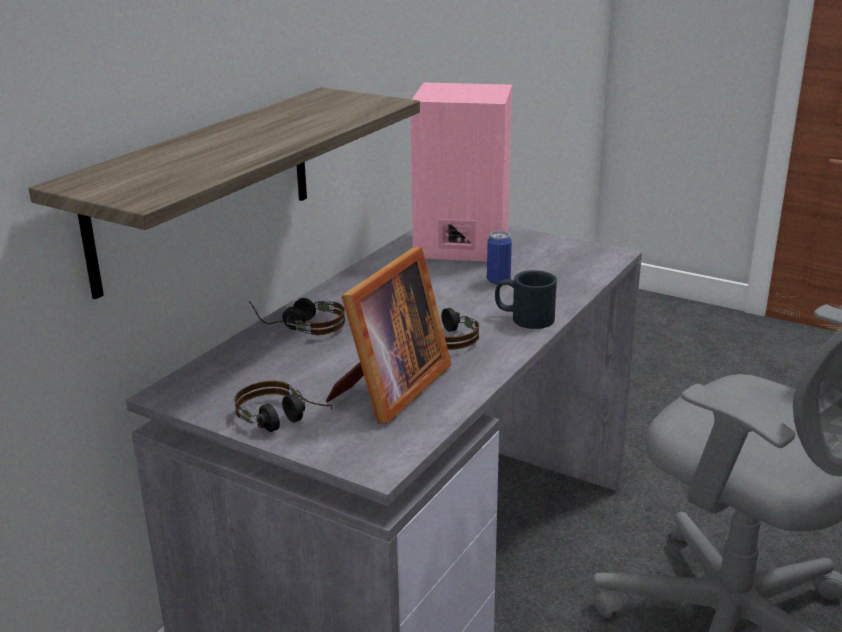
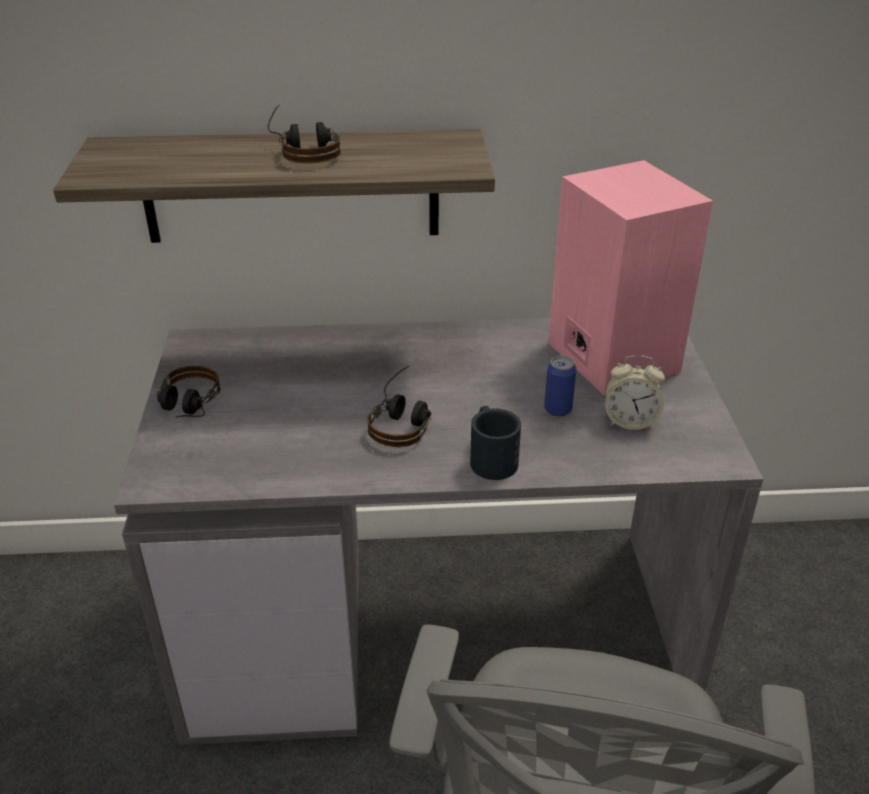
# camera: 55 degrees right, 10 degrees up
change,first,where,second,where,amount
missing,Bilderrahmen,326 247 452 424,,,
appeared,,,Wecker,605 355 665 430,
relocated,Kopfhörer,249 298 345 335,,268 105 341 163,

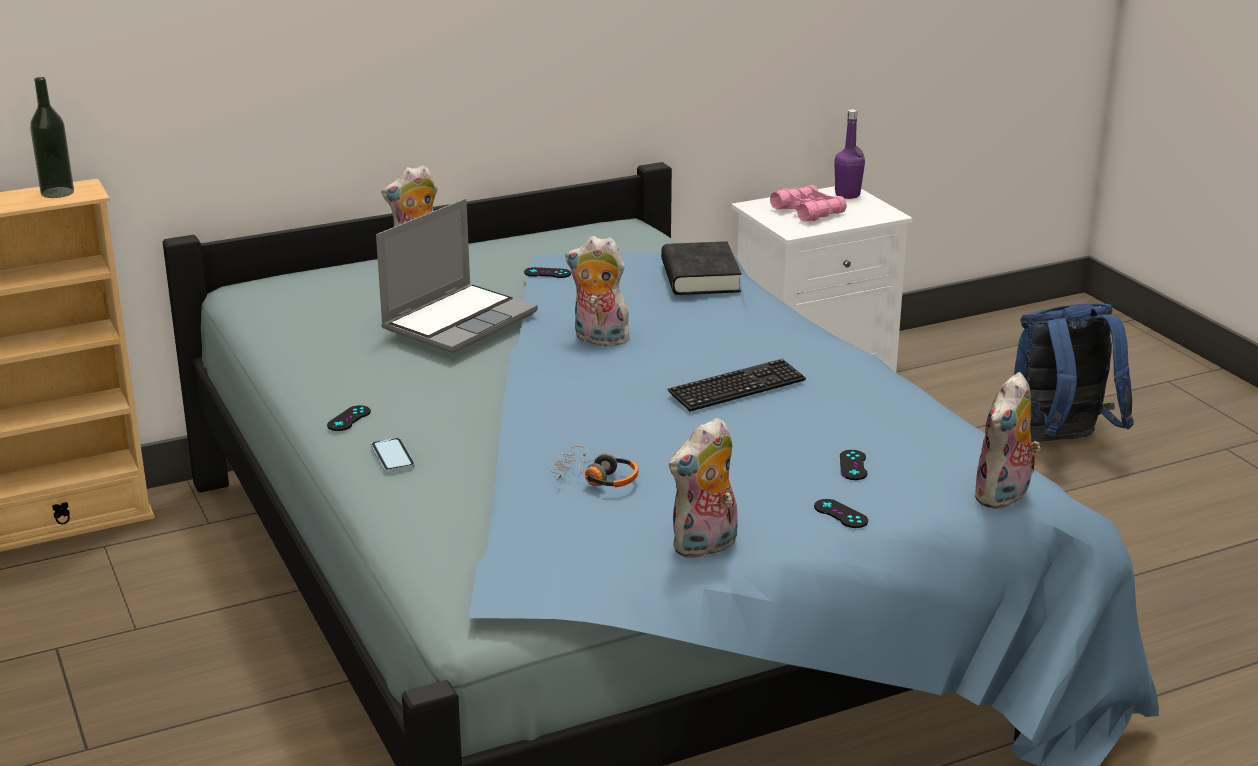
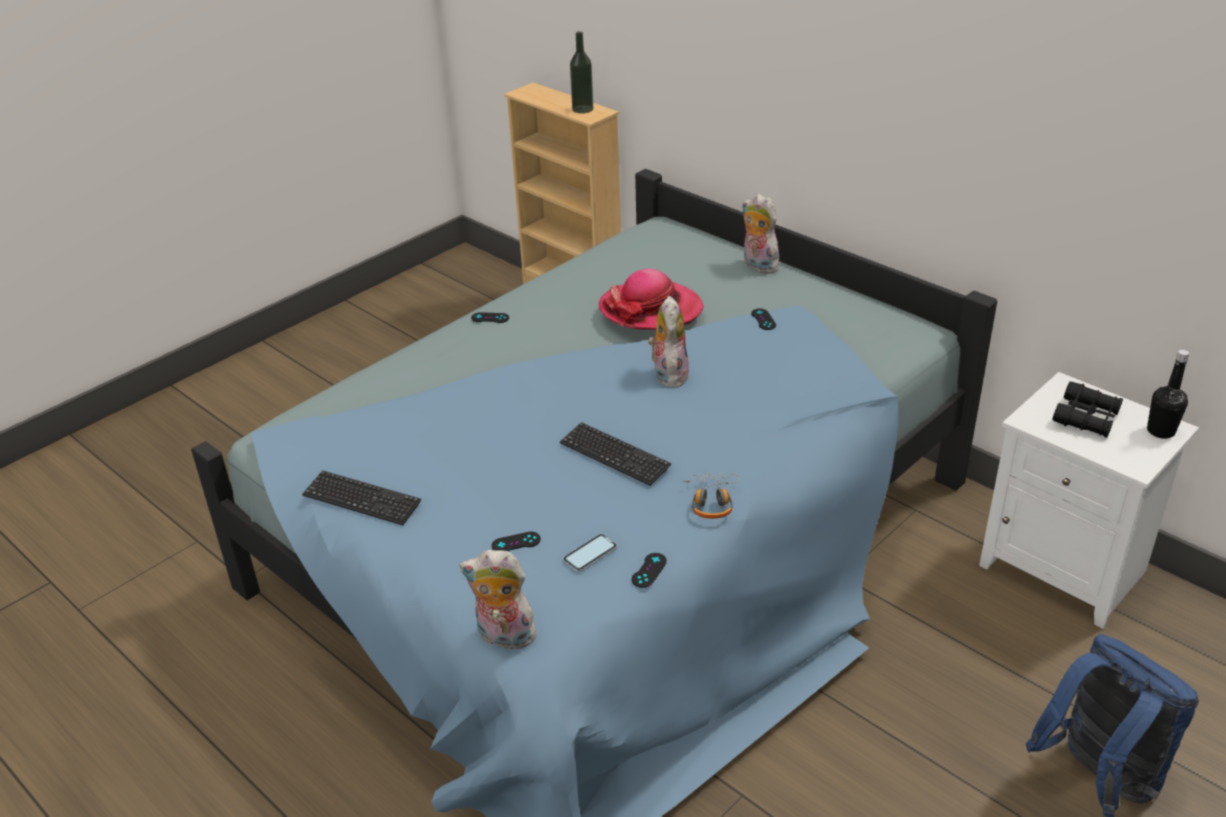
# camera: 70 degrees right, 10 degrees up
change,first,where,second,where,amount
missing,Buch (schwarz),661 241 741 295,,,
relocated,Handy,371 438 415 472,,563 534 617 572,
relocated,Kopfhörer,551 446 639 487,,683 472 740 519,
relocated,Gamepad (schwarz),814 499 868 528,,632 553 667 588,
exchanged,Laptop,376 198 538 353,Hut,599 269 704 330,
exchanged,Plüschtier,669 418 738 558,Tastatur,302 470 422 525,
colour,Fernglas (rosa),770 185 847 221,Fernglas (schwarz),1052 382 1123 438,
colour,Flasche (lila),834 109 865 199,Flasche (schwarz),1147 350 1189 439,

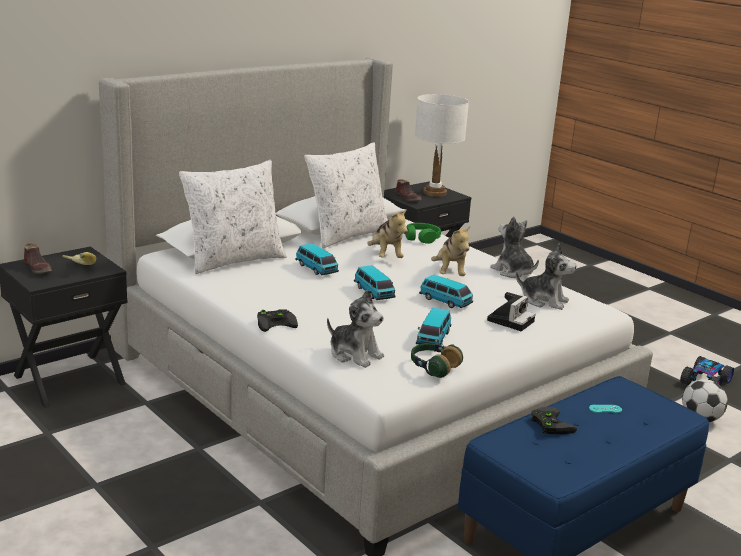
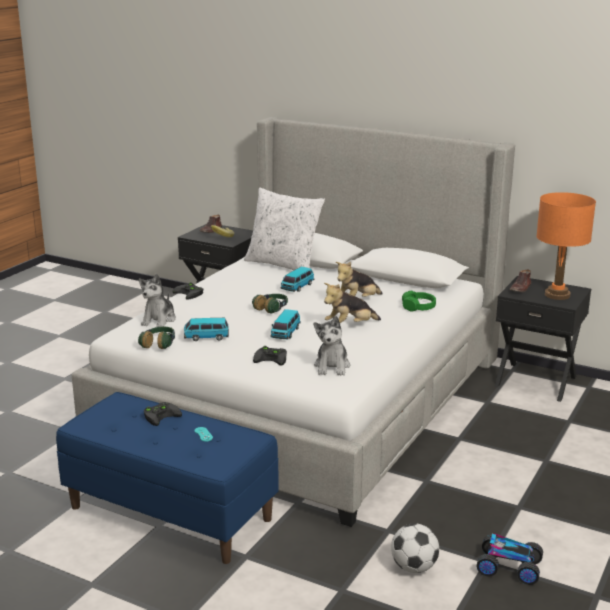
# camera: 70 degrees right, 0 degrees up
change,first,where,second,where,amount
missing,Kissen (weiß),304 142 388 248,,,
missing,Plüschtier,490 216 539 278,,,
exchanged,Spielzeugauto,354 265 396 300,Kopfhörer,252 294 288 313,
exchanged,Kamera,487 292 535 331,Gamepad (schwarz),253 346 287 366,
colour,Tischlampe (weiß),415 94 469 197,Tischlampe (orange),536 192 596 300,

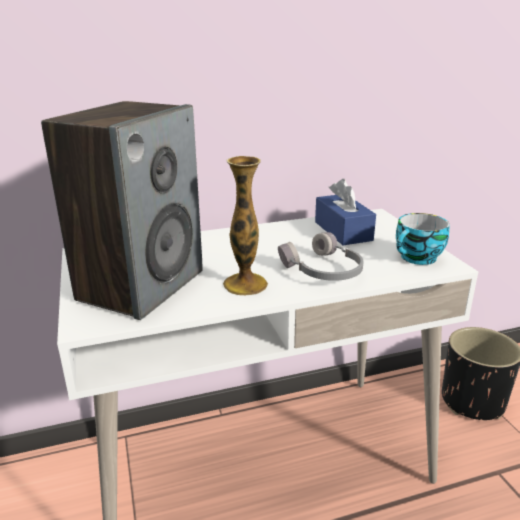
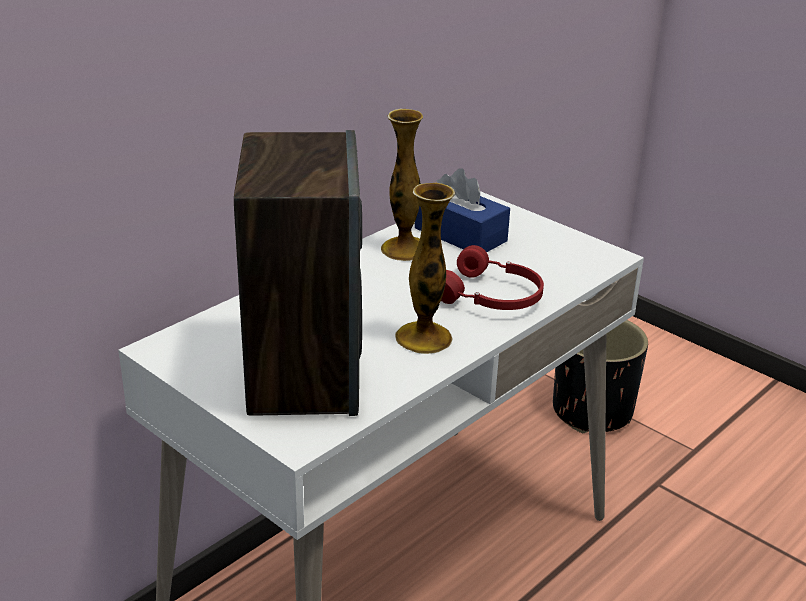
# camera: 30 degrees left, 5 degrees up
change,first,where,second,where,amount
missing,Tasse,396 213 450 265,,,
appeared,,,Vase,381 109 423 261,
colour,Kopfhörer (grau),278 232 364 281,Kopfhörer (rot),441 245 544 310,

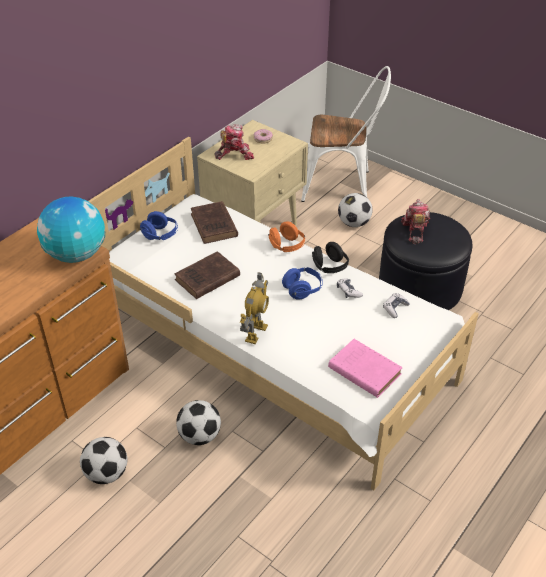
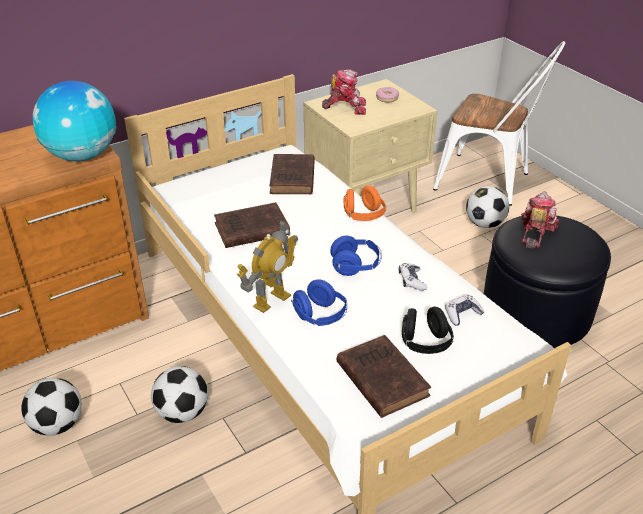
# camera: 20 degrees right, 5 degrees down
change,first,where,second,where,amount
relocated,Kopfhörer (blau),140 211 178 240,,291 279 347 326,
relocated,Kopfhörer (schwarz),312 242 349 273,,402 307 454 354,
colour,Buch (rosa),328 339 403 398,Buch (braun),337 335 431 418,

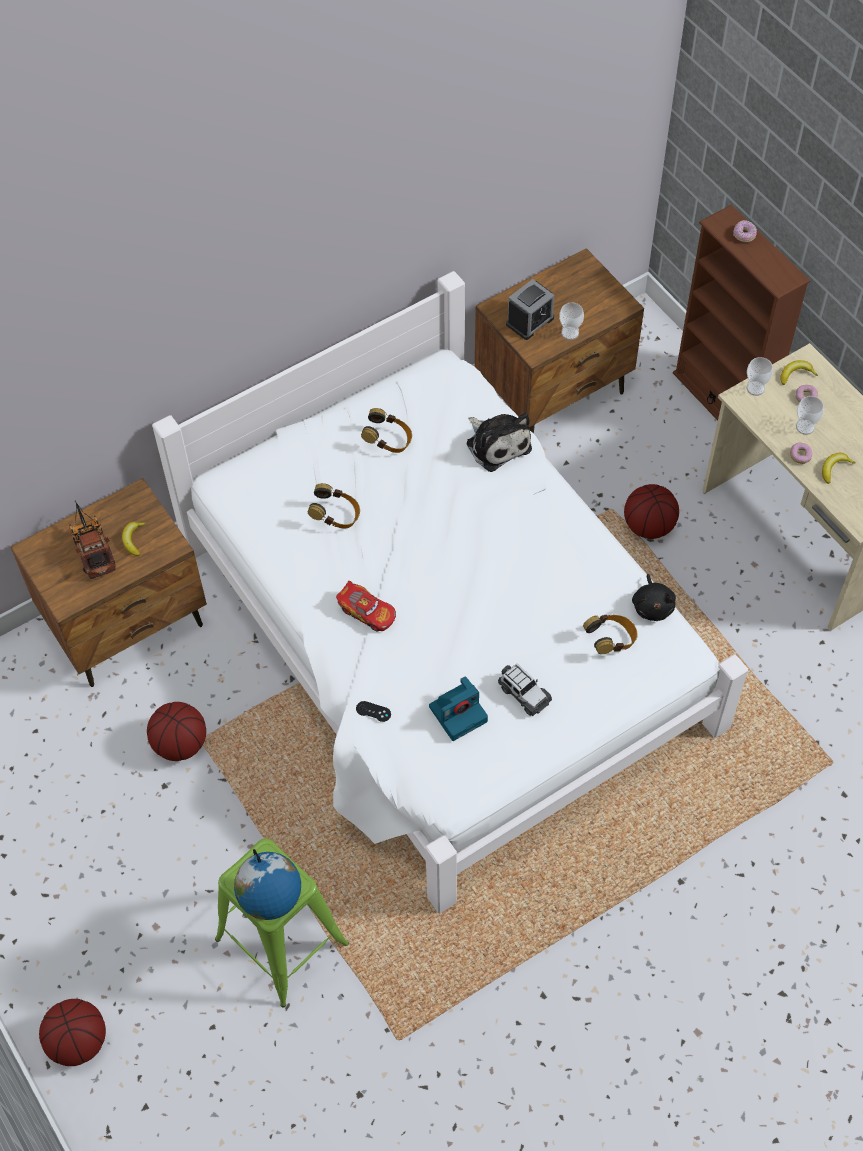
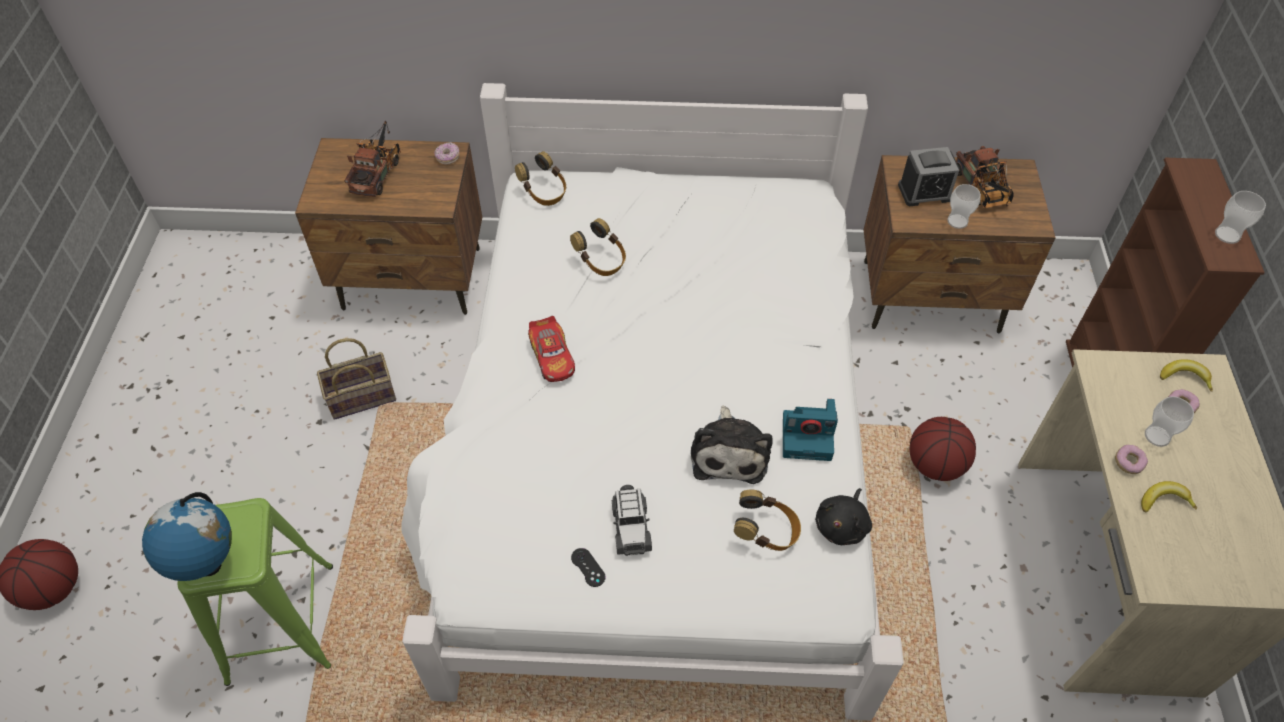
# camera: 35 degrees right, 5 degrees down
change,first,where,second,where,amount
missing,Banane,122 522 146 556,,,
appeared,,,Spielzeuglaster,956 146 1013 208,
relocated,Gamepad (schwarz),356 701 391 722,,571 548 605 587,
relocated,Kopfhörer,361 408 412 453,,515 151 566 206,
relocated,Kamera,429 676 488 741,,783 399 838 461,
relocated,Plüschtier,467 413 532 472,,691 405 772 484,
relocated,Donut,733 220 757 242,,434 142 459 165,
relocated,Tasse,746 357 773 396,,1215 191 1266 244,
exchanged,Basketball,147 702 206 761,Korb,317 338 396 420,

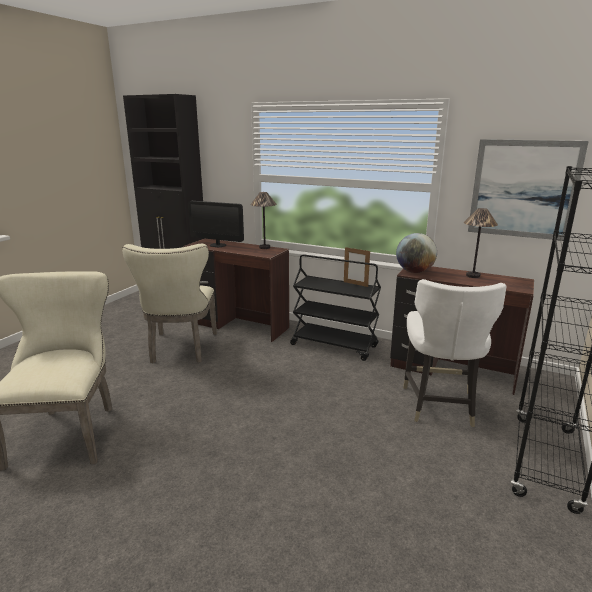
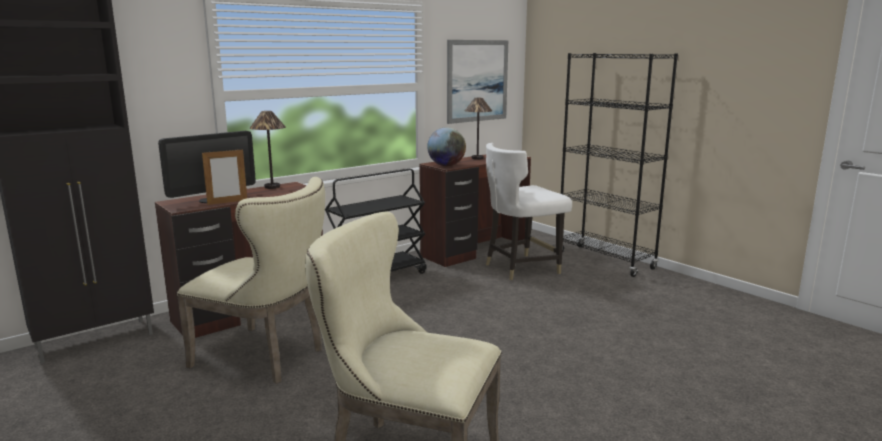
# camera: 65 degrees left, 5 degrees down
change,first,where,second,where,amount
relocated,Bilderrahmen,344 247 370 287,,202 148 247 205,
spun,Stuhl (weiß),403 279 507 427,,486 143 572 280,120 degrees clockwise

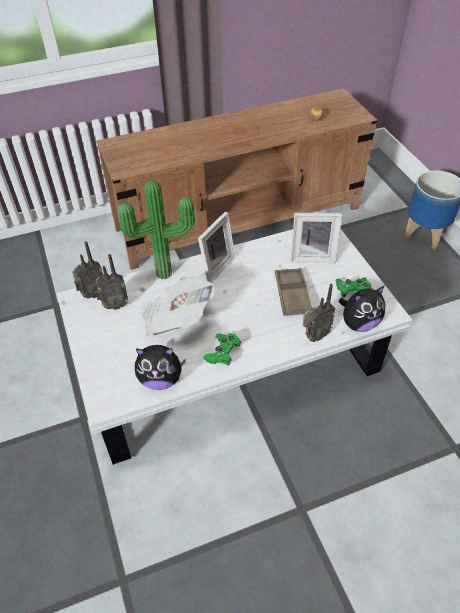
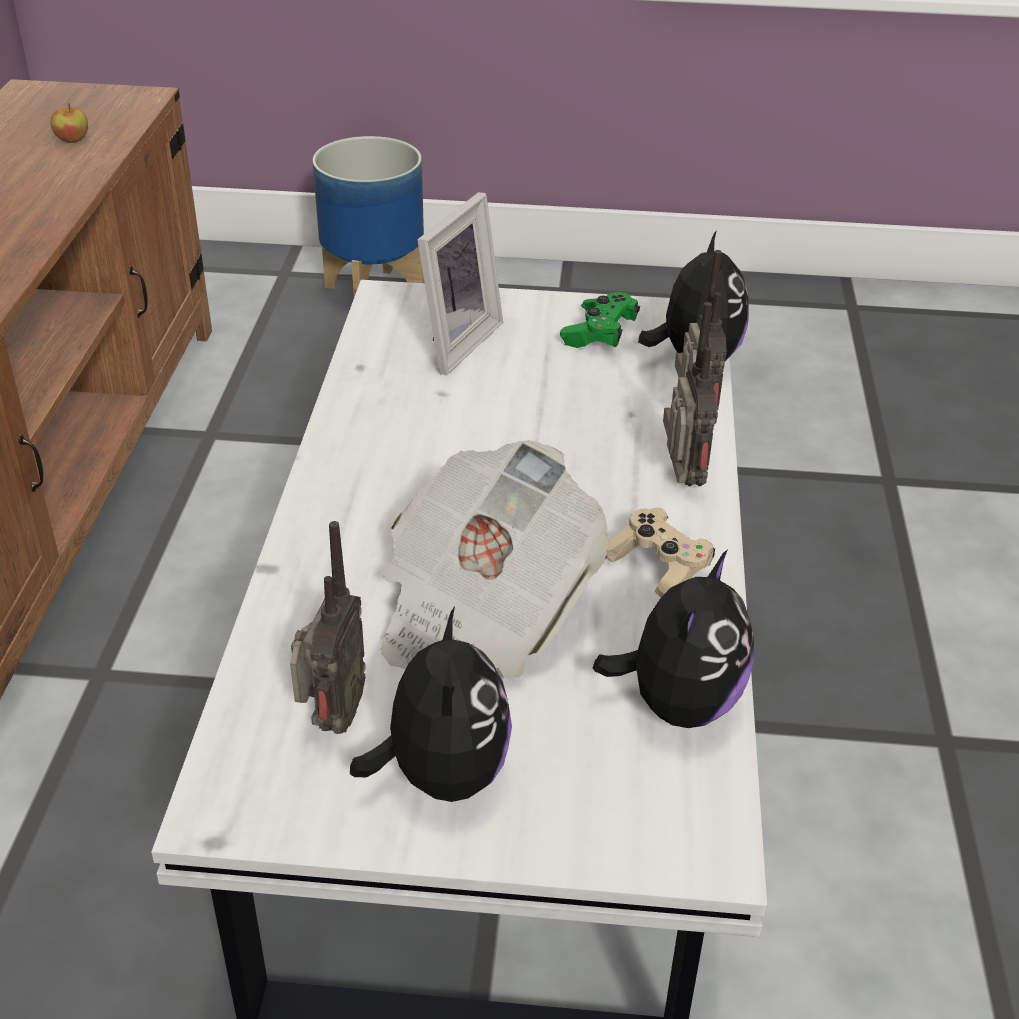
# camera: 65 degrees left, 10 degrees down
change,first,where,second,where,amount
missing,Topfpflanze,118 180 195 280,,,
missing,Bilderrahmen,198 212 236 283,,,
missing,Tablett (braun),275 268 312 316,,,
appeared,,,Plüschtier,350 606 512 802,
relocated,Radio,72 241 103 299,,663 302 717 486,
colour,Gamepad (grün),204 333 242 366,Gamepad (beige),606 507 715 598,

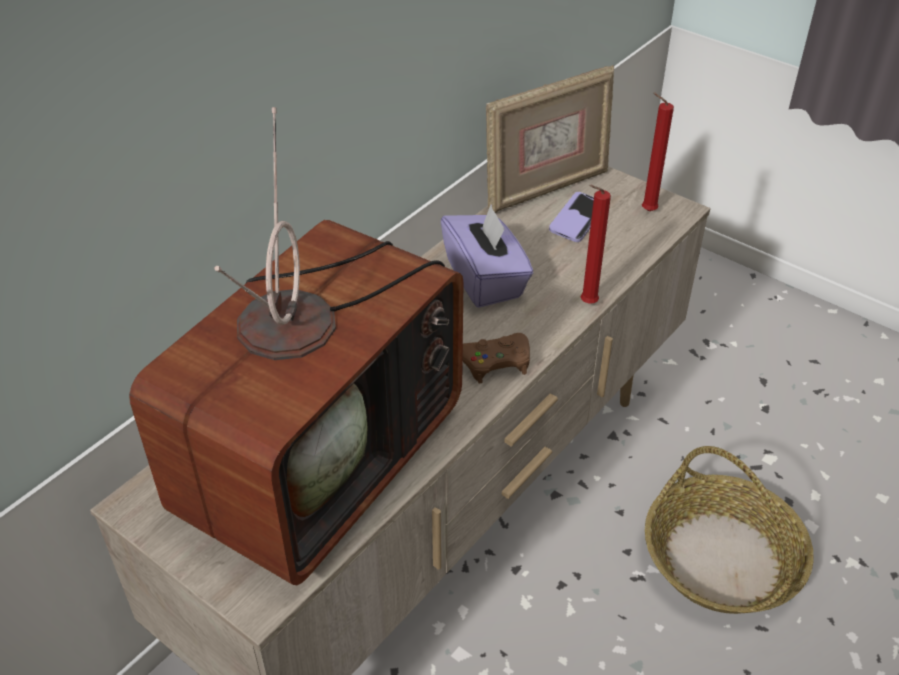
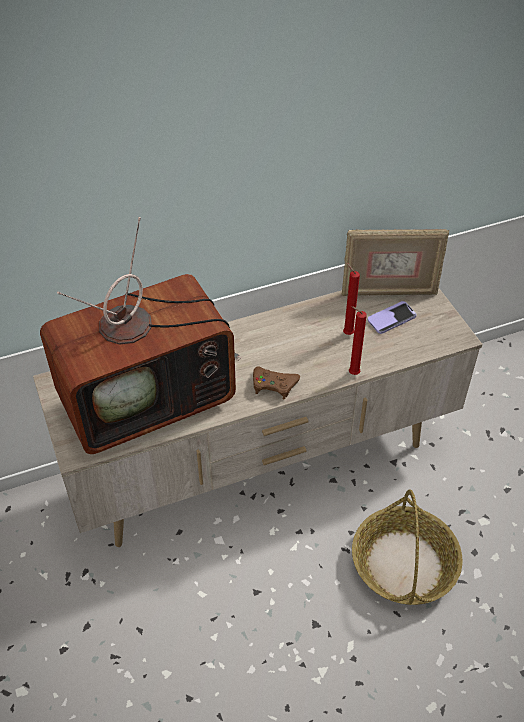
# camera: 30 degrees right, 5 degrees up
change,first,where,second,where,amount
missing,Taschentuchbox (lila),441 205 533 308,,,
relocated,Kerze (rot),642 92 674 211,,343 263 360 335,

